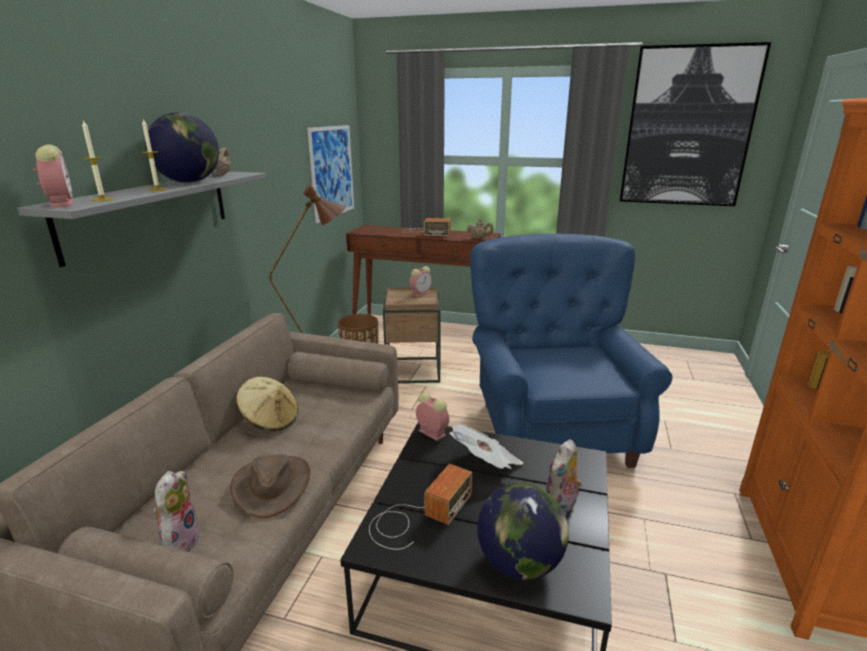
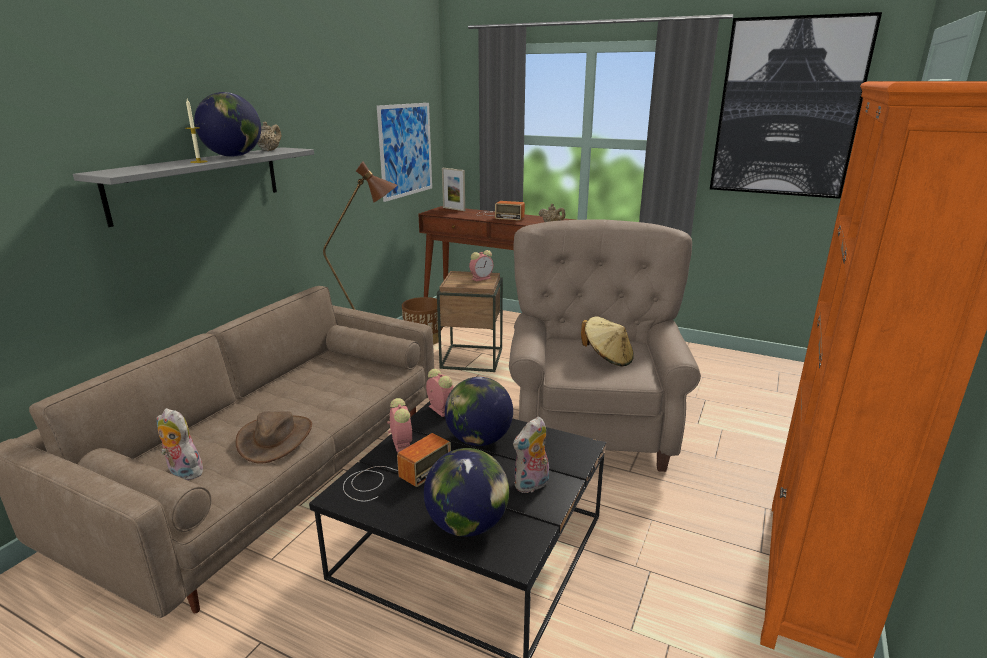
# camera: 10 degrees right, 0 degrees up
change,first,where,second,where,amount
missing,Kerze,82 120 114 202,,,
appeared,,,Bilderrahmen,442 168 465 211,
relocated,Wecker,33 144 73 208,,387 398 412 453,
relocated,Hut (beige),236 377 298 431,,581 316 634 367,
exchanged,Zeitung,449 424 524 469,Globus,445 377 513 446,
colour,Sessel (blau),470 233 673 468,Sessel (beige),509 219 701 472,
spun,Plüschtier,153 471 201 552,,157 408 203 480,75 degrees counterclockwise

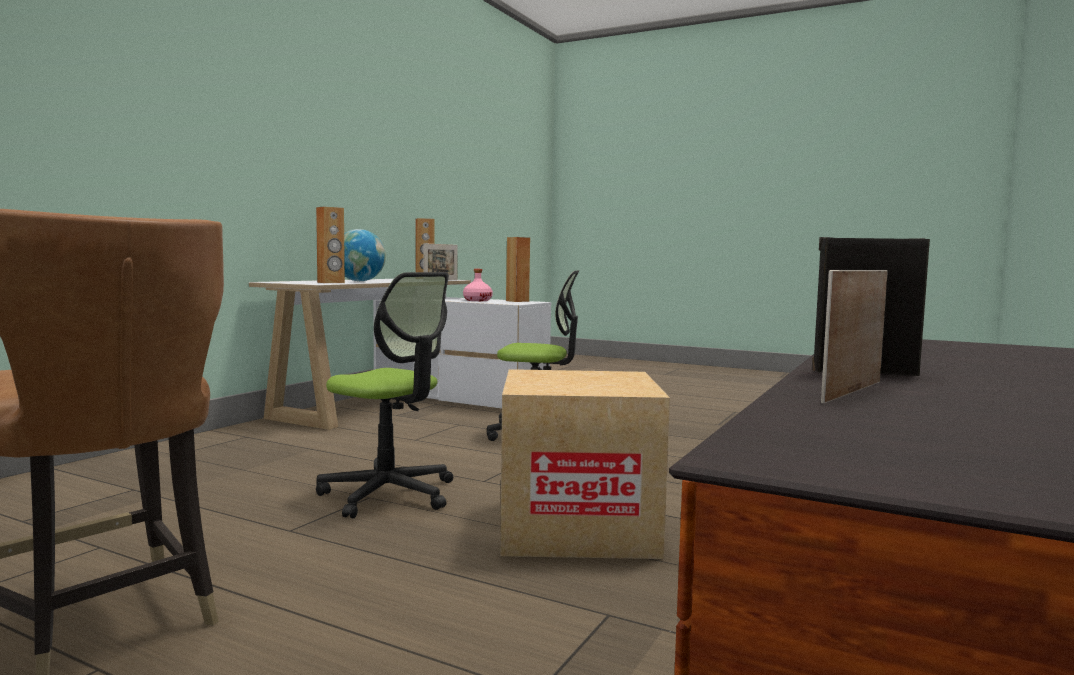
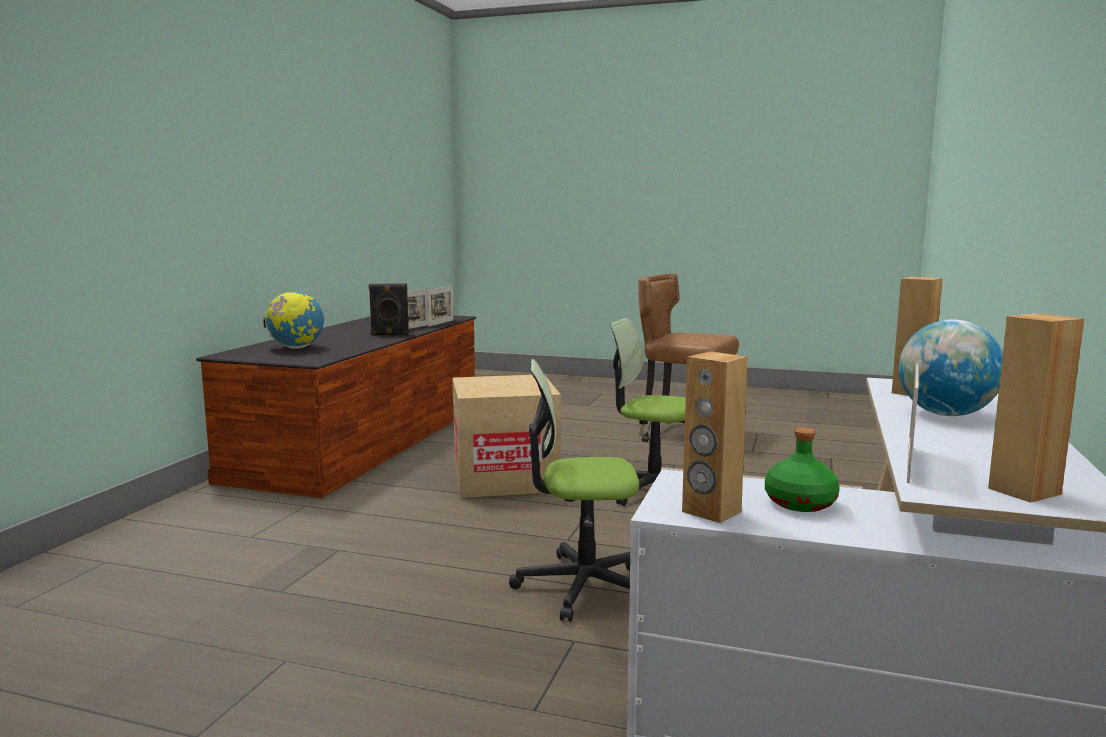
# camera: 170 degrees right, 5 degrees up
change,first,where,second,where,amount
appeared,,,Globus,263 292 324 349,
appeared,,,Bilderrahmen,427 286 454 327,
colour,Flasche (rosa),463 269 493 301,Flasche (grün),765 427 840 512,

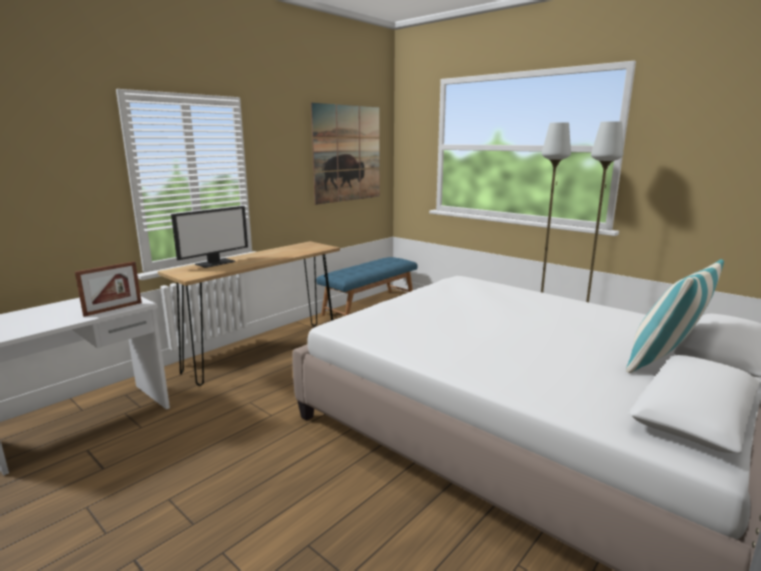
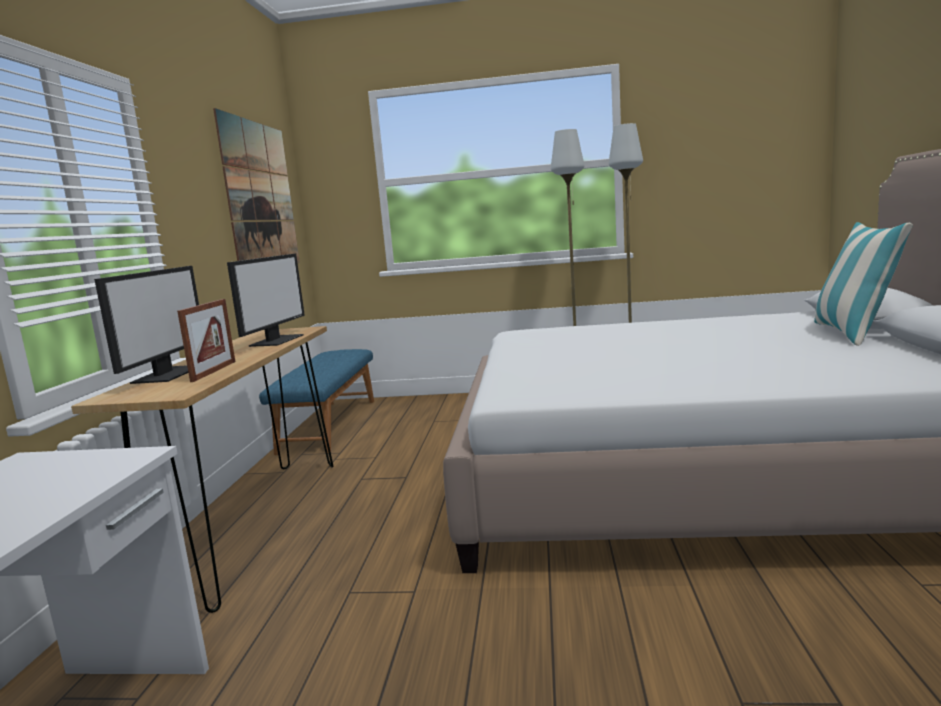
# camera: 35 degrees left, 5 degrees down
change,first,where,second,where,amount
appeared,,,Monitor,227 253 305 347,
relocated,Bilderrahmen,75 261 142 317,,177 299 235 382,

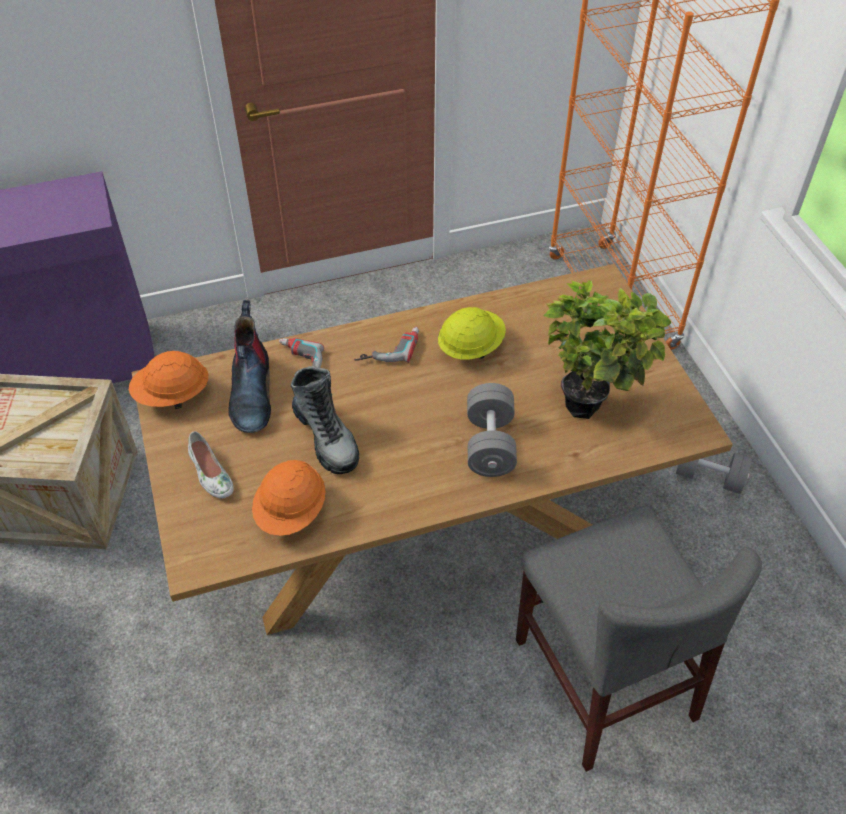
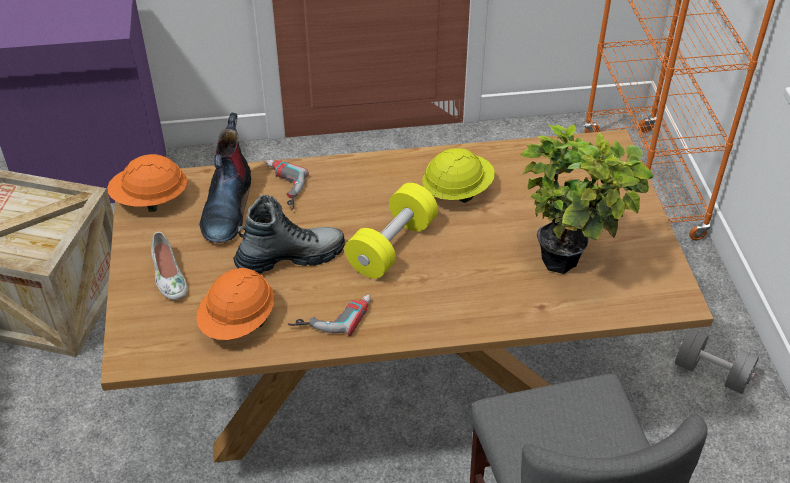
# camera: 10 degrees right, 5 degrees down
change,first,where,second,where,amount
missing,Hantel (grau),467 383 517 477,,,
appeared,,,Hantel (gelb),345 183 438 279,
relocated,Bohrmaschine,354 327 419 363,,288 294 371 336,
spun,Stiefel,291 366 359 474,,233 195 345 274,90 degrees counterclockwise

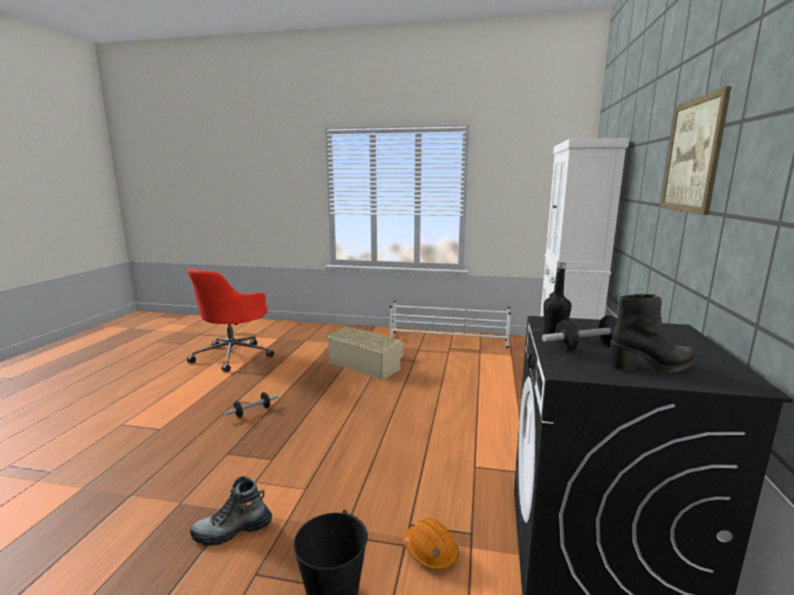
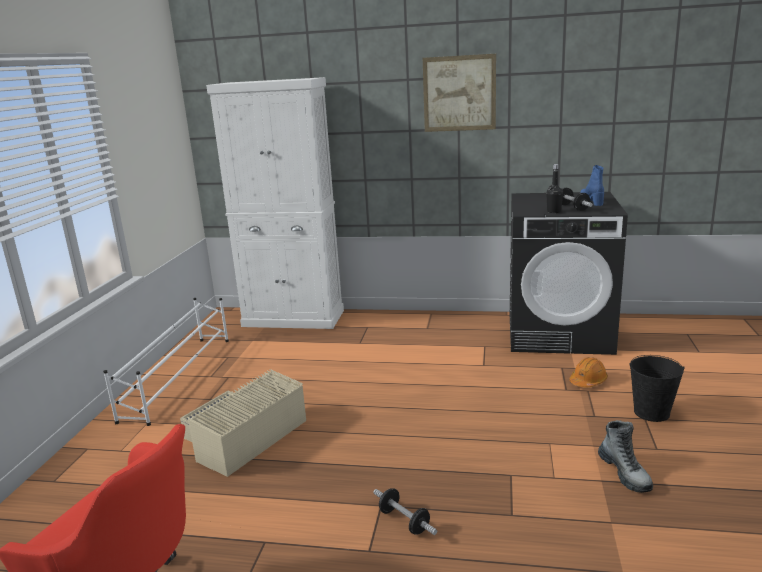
# camera: 90 degrees left, 5 degrees up
change,first,where,second,where,amount
colour,Stiefel (schwarz),610 294 696 373,Stiefel (blau),580 165 604 206,

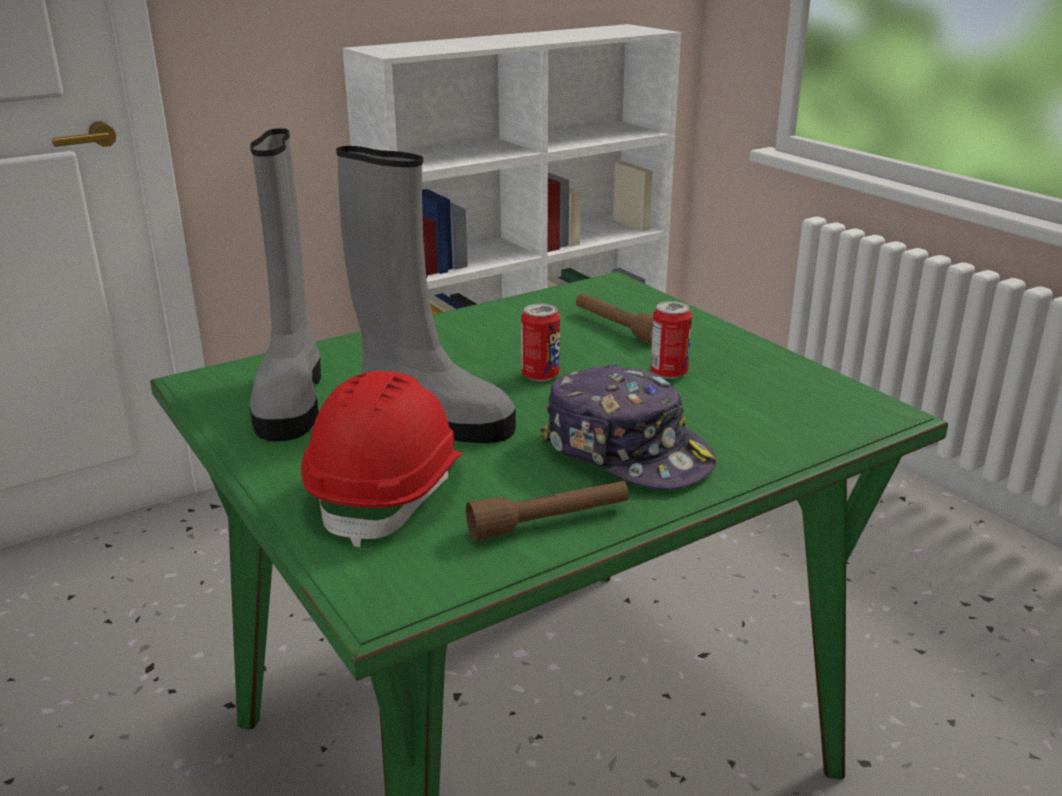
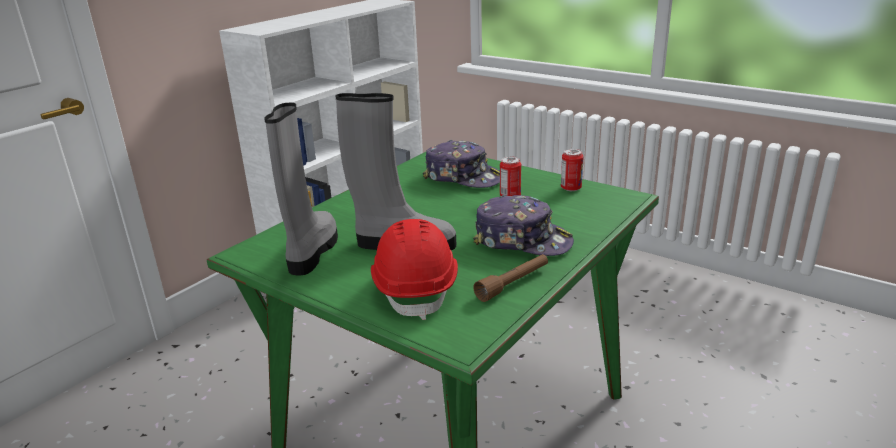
# camera: 20 degrees left, 0 degrees up
change,first,where,second,where,amount
relocated,Dose,521 303 560 381,,561 149 584 191,
exchanged,Taschenlampe (braun),576 293 653 344,Kappe,423 140 500 188,
spun,Stiefel (grau),250 128 321 441,,264 103 338 275,150 degrees counterclockwise

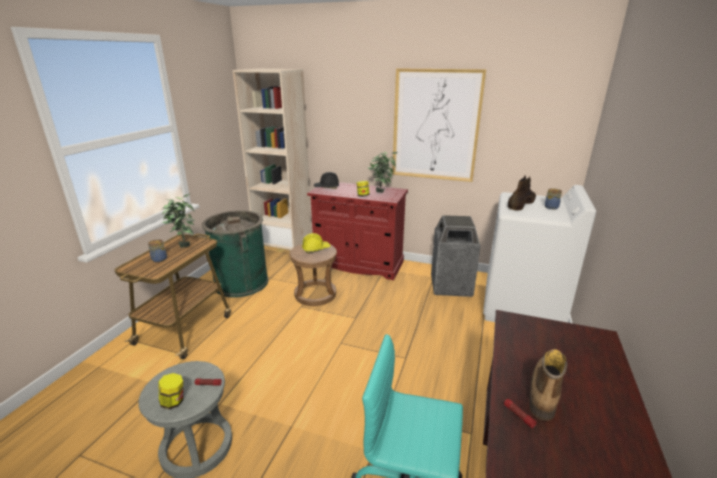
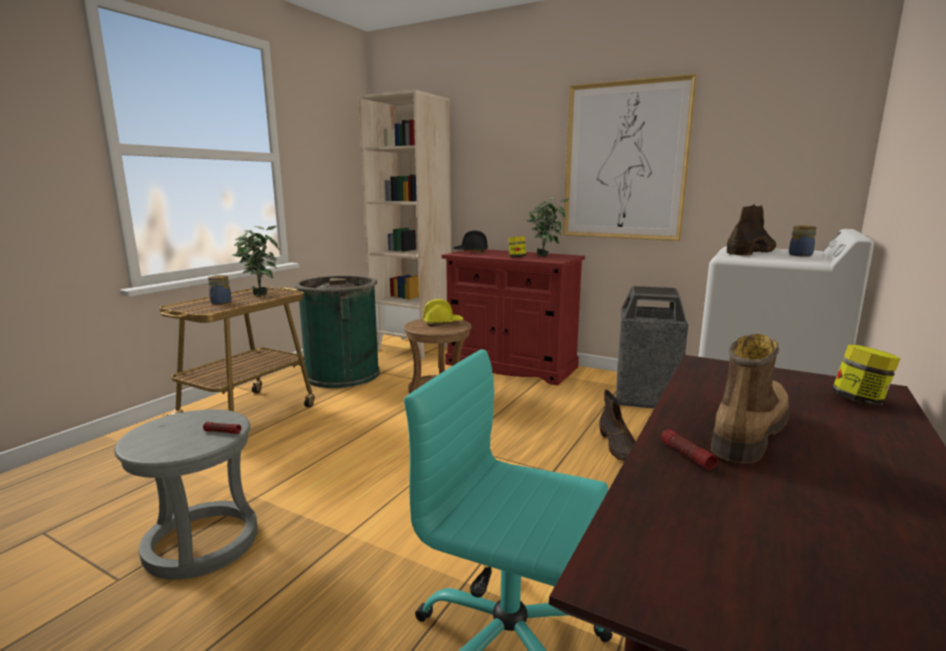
# camera: 10 degrees right, 10 degrees down
change,first,where,second,where,amount
appeared,,,Stiefel (braun),599 390 636 462,
relocated,Vorratsglas,158 373 183 409,,832 345 901 405,

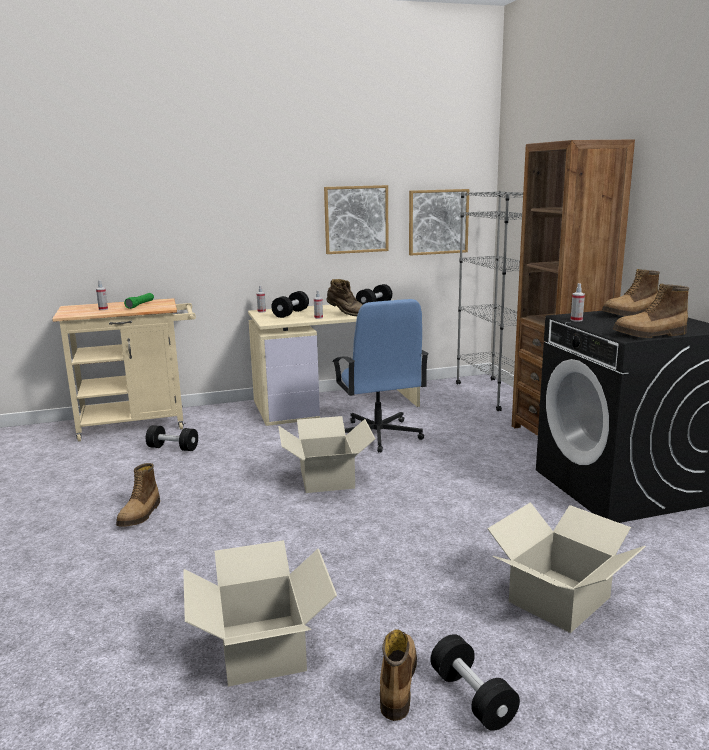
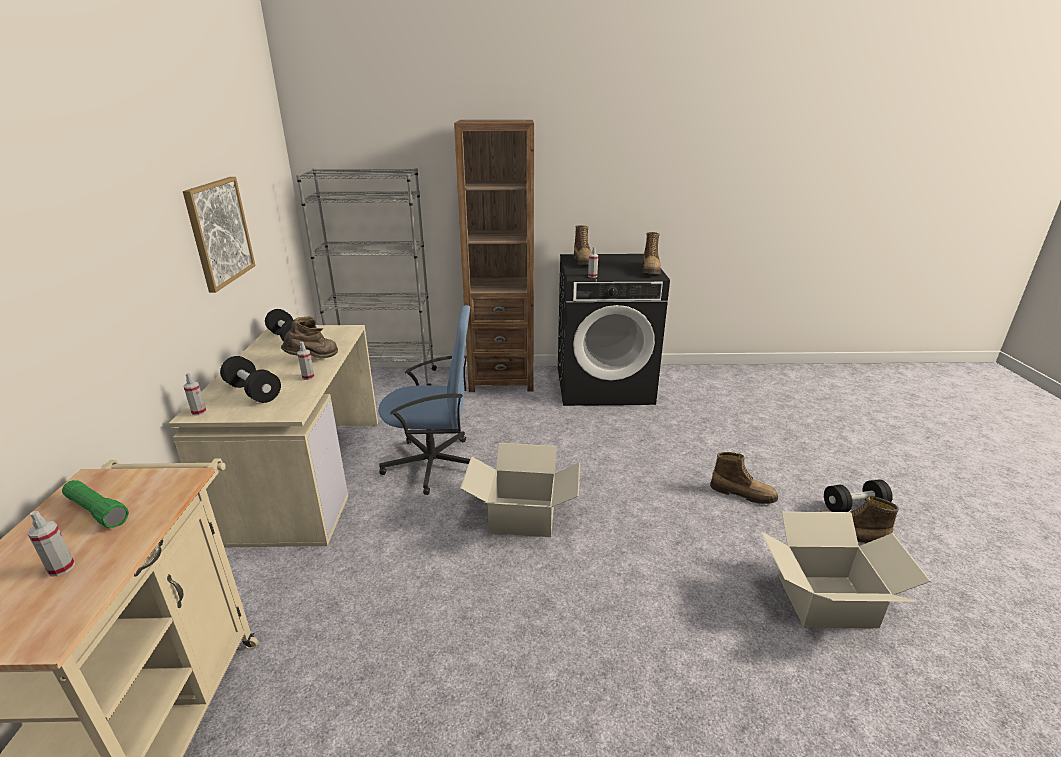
# camera: 75 degrees left, 10 degrees up
change,first,where,second,where,amount
missing,Hantel (schwarz),146 425 198 451,,,
missing,Bild,409 189 469 256,,,
missing,Karton,487 503 646 633,,,
relocated,Stiefel,116 463 160 527,,710 452 778 504,

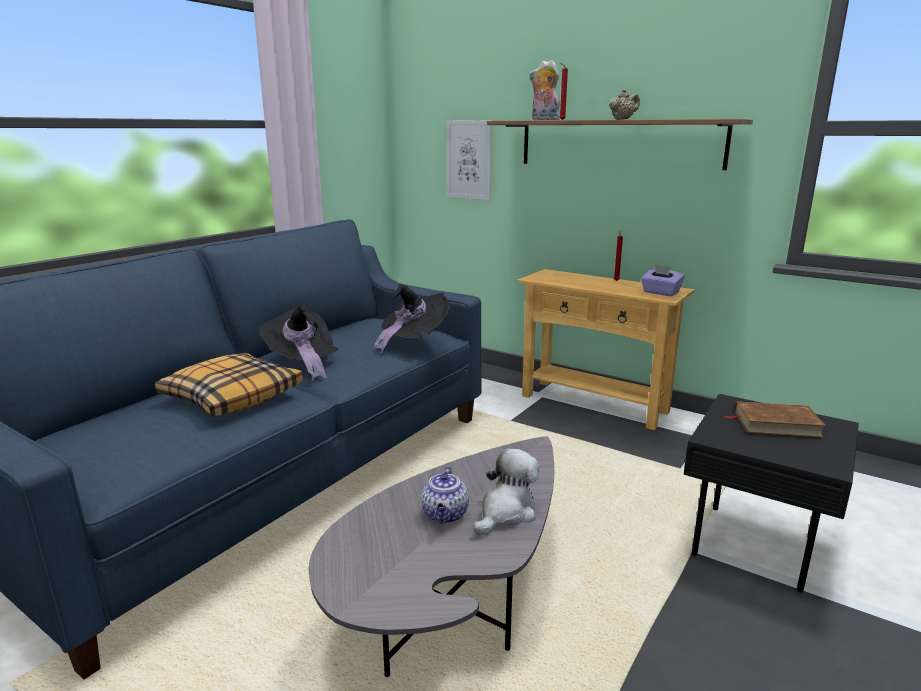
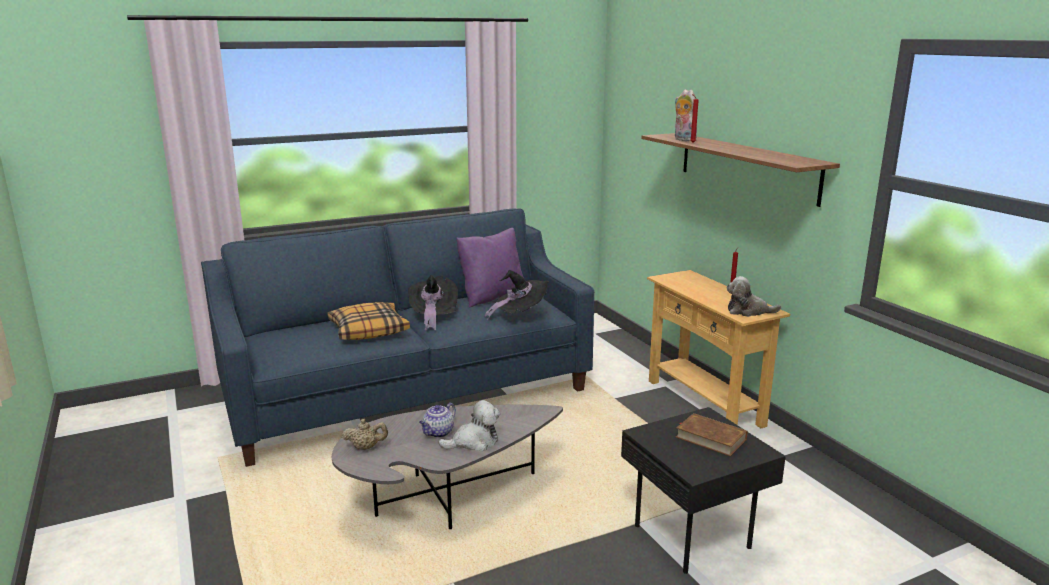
# camera: 30 degrees right, 0 degrees up
change,first,where,second,where,amount
missing,Bild,446 120 492 200,,,
appeared,,,Kissen (lila),456 228 524 307,
relocated,Teekanne (beige),609 89 640 120,,342 419 388 450,
exchanged,Taschentuchbox (lila),641 265 684 296,Plüschtier,726 276 781 317,

